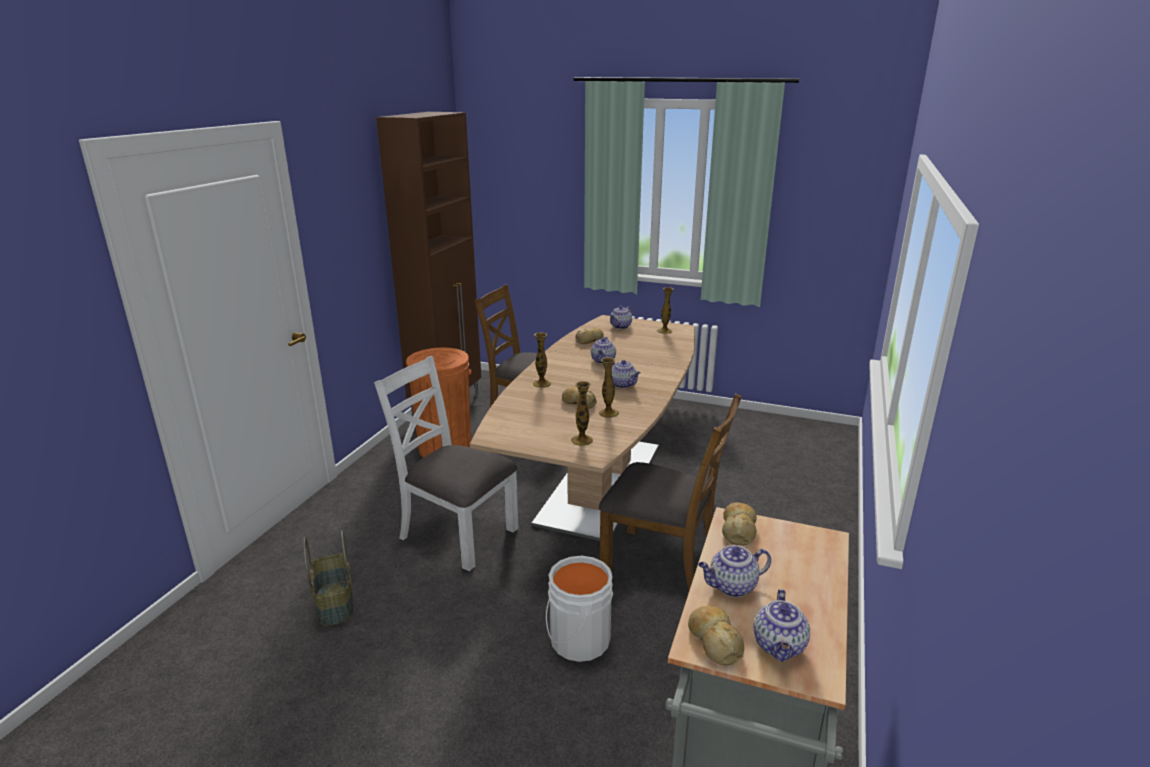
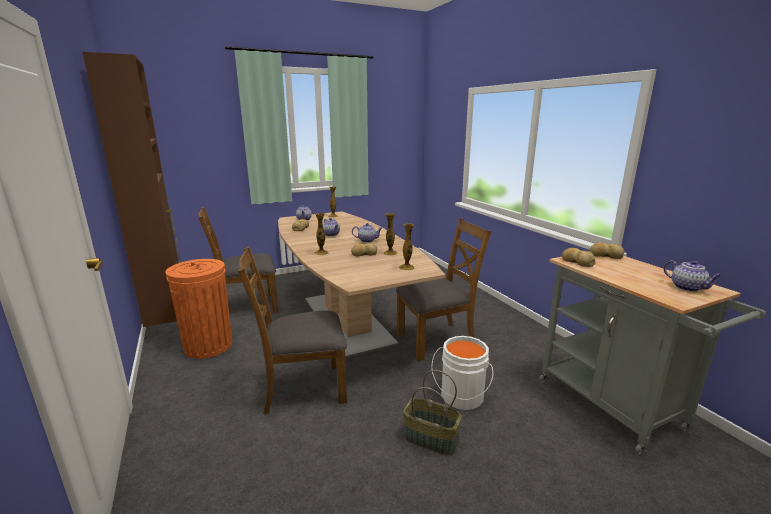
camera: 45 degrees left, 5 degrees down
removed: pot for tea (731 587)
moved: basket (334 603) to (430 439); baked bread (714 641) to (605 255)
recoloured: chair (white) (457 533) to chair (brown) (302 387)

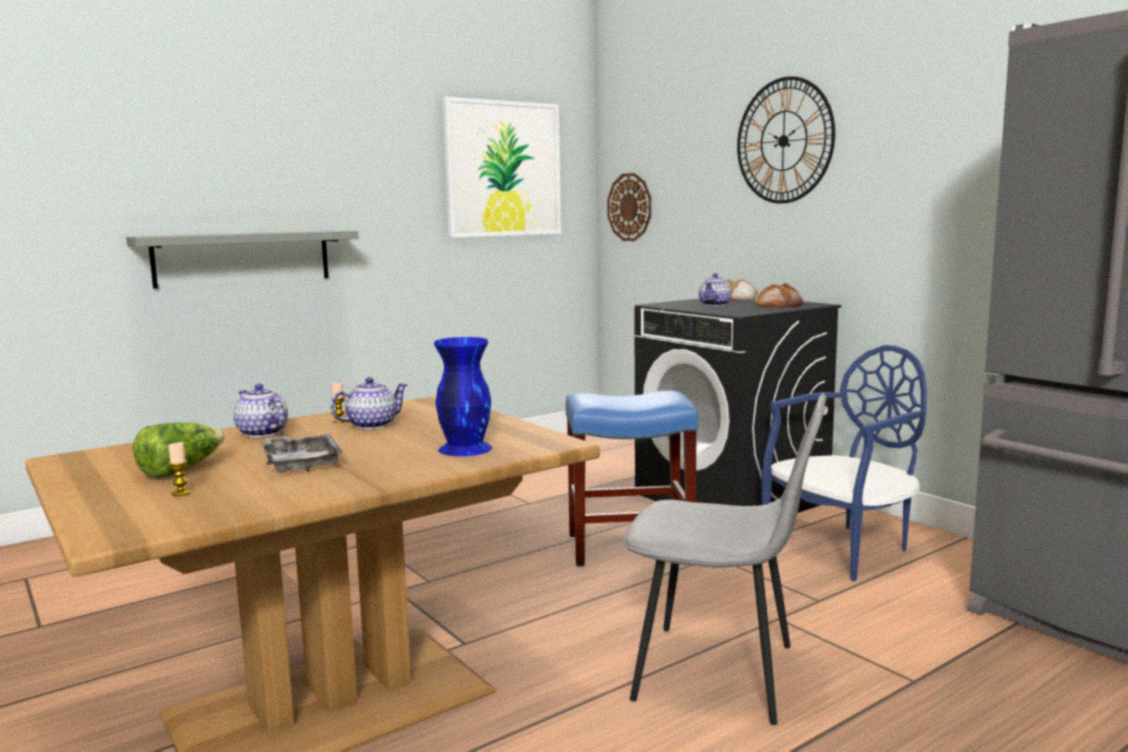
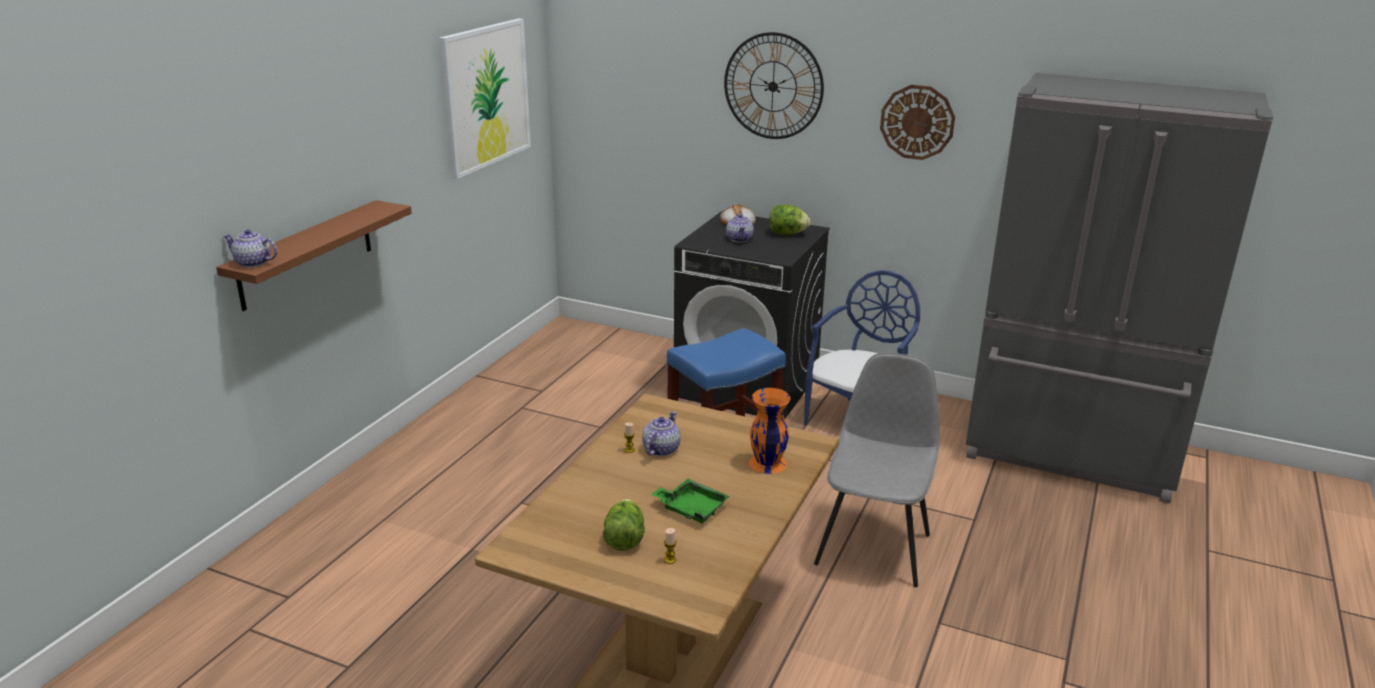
camera: 30 degrees left, 15 degrees up
moved: pot for tea (262 433) to (253 263); wall clock (629 207) to (917 122)
replaced: baked bread (778 305) to lettuce (787 234)
recoloured: shelf (greyish) (243 258) to shelf (brown) (306 254); carrying tray (greyish) (300 464) to carrying tray (greenish) (691 508); decorative vase (blue) (464 448) to decorative vase (orangey) (766 463)
turned: chair (greyish) (720 673) = (874 547) 60 degrees counterclockwise

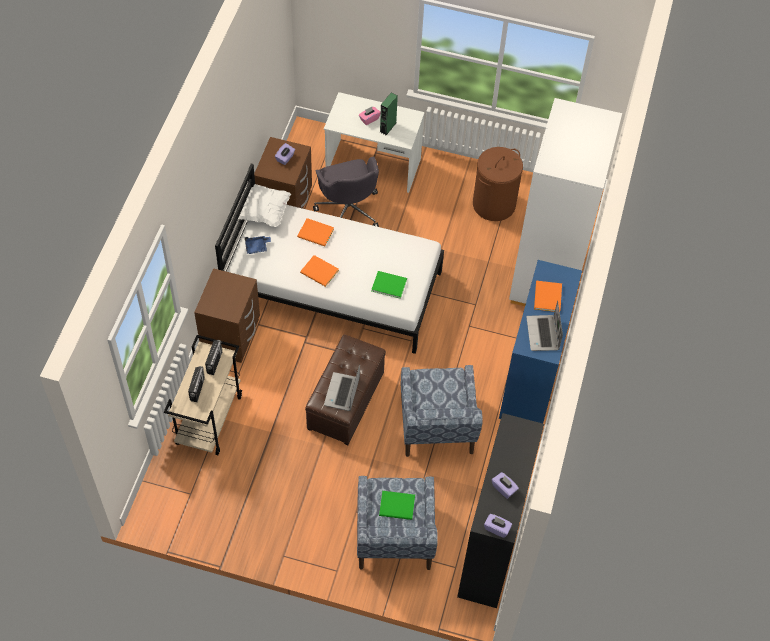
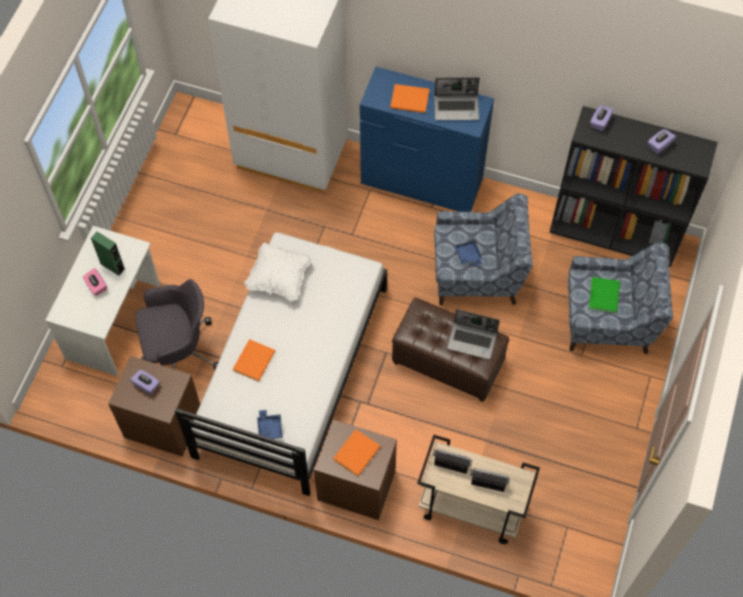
camera: 85 degrees left, 5 degrees up
removed: volume (greenish) (388 284); laundry basket (brown) (494 204)
added: carrying tray (blue) (468 255)
moved: pillow (white) (263 212) to (279 278); volume (orangey) (320 272) to (358 453); box of tissues (purplish) (497 528) to (600 122)

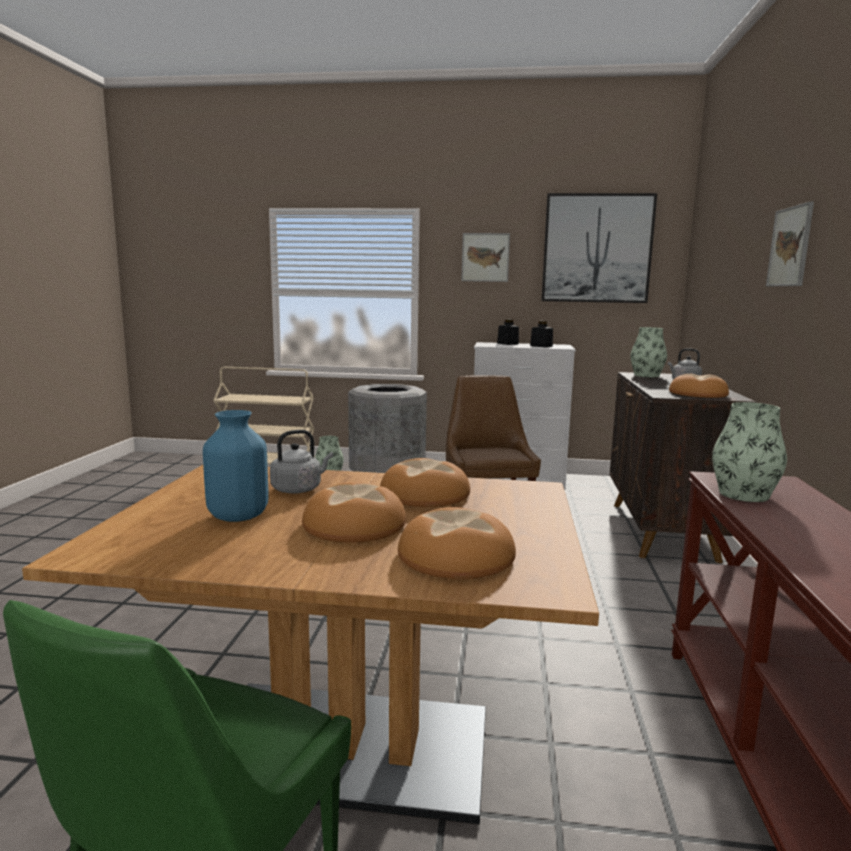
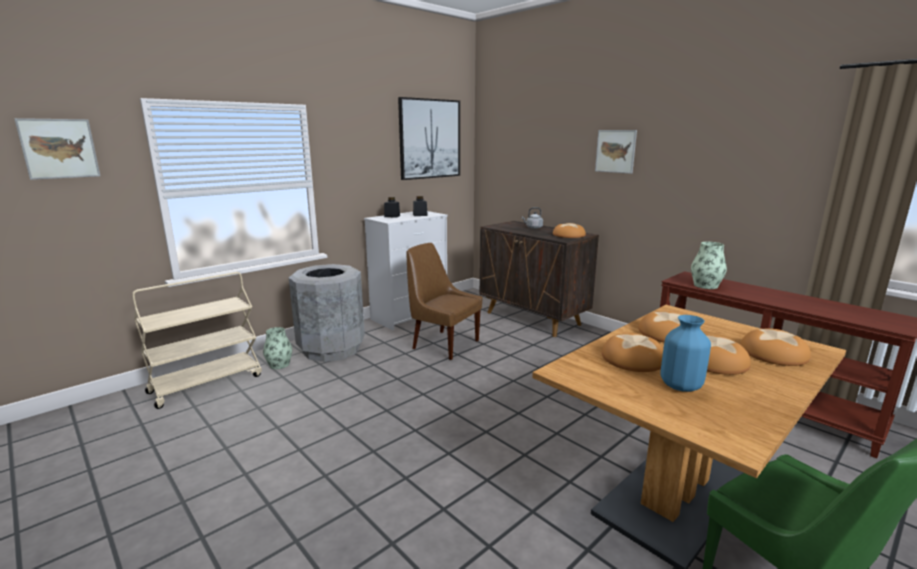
camera: 50 degrees left, 5 degrees up
removed: decorative vase (646 375)
moved: wall picture (485 257) to (59 148)
replaced: water kettle (greyish) (299 489) to baked bread (632 358)

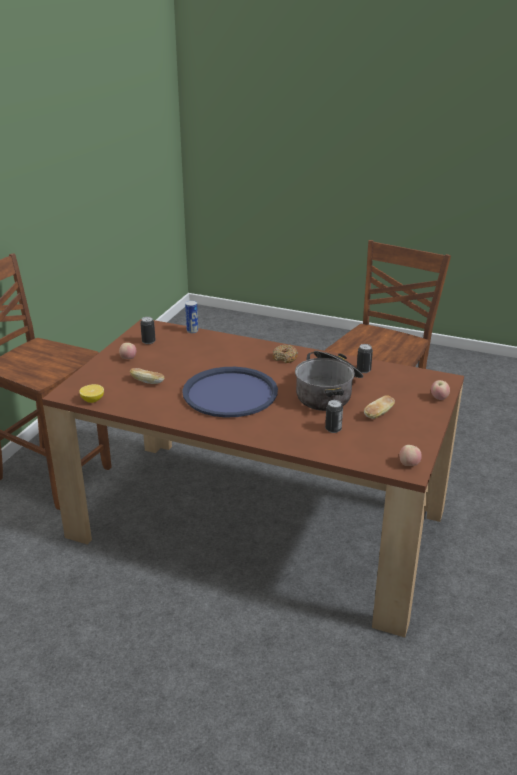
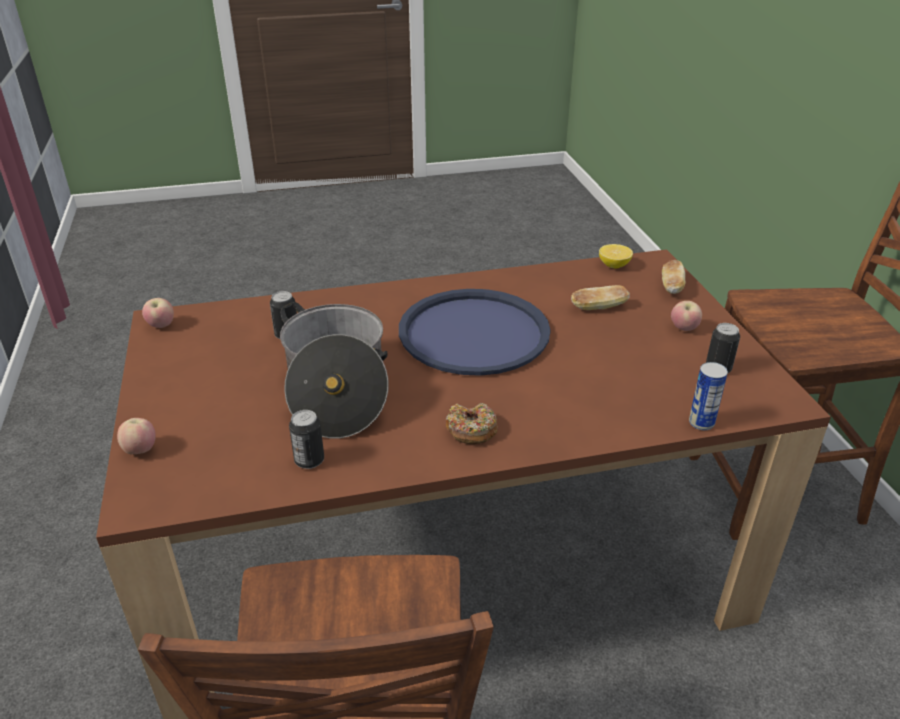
camera: 145 degrees right, 5 degrees up
moved: baked bread (378 414) to (671 286)

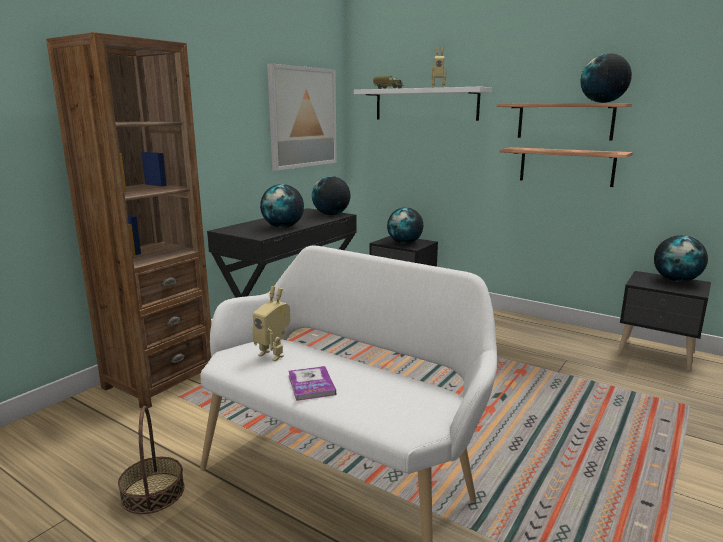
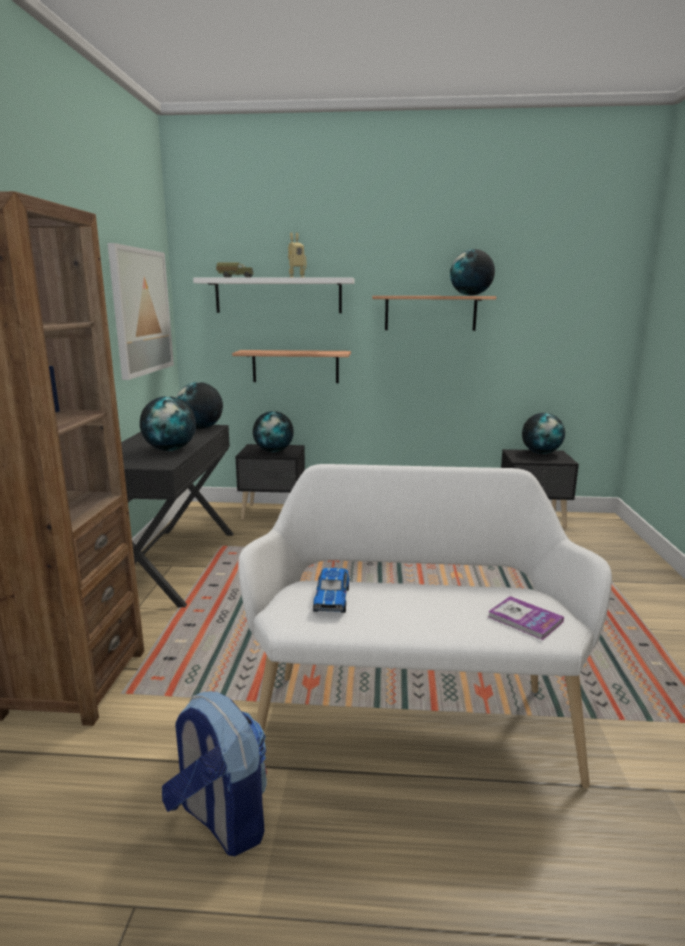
camera: 30 degrees left, 0 degrees up
moved: volume (311 384) to (525 619); shelf (566 166) to (295 366)
replaced: basket (153 492) to backpack (220 819); toy robot (274 354) to miniature car (332 598)

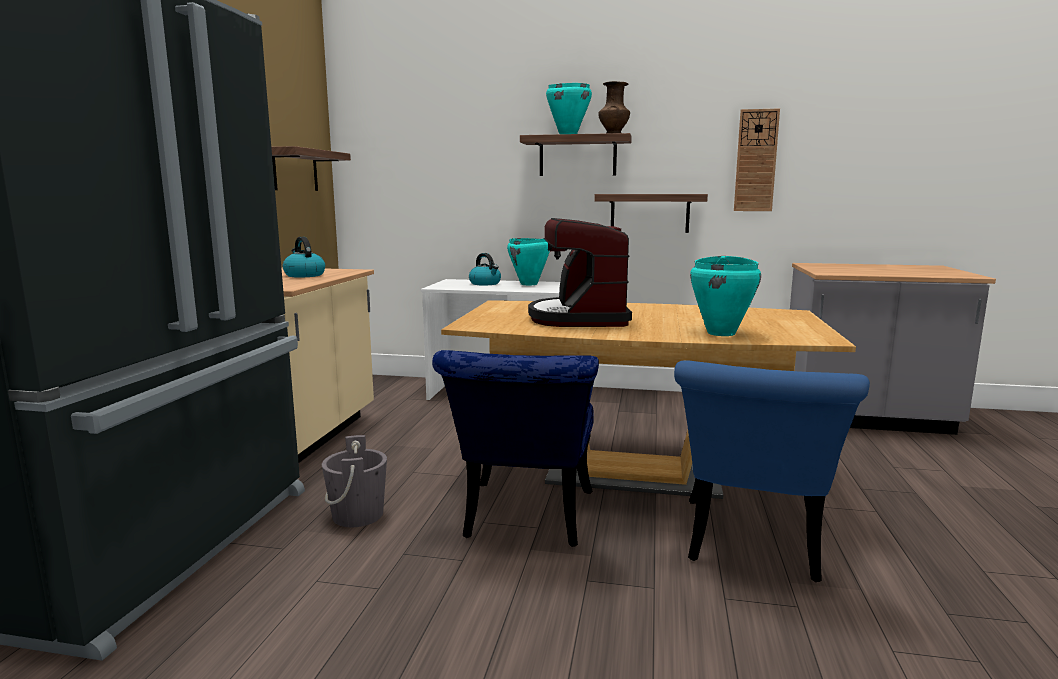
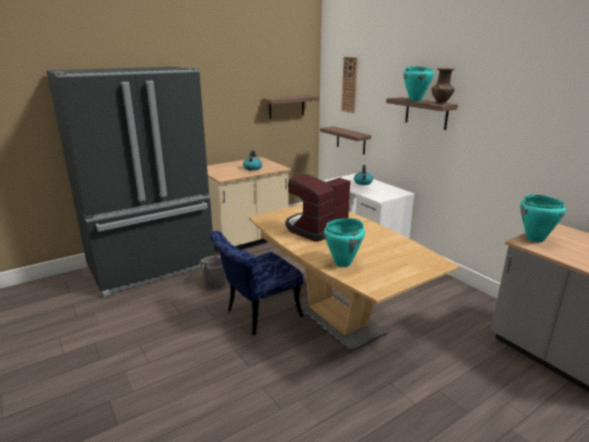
camera: 45 degrees right, 10 degrees up
removed: chair (blue) (750 546)
moved: cooking pot (blue-green) (529 284) to (535 239); shelf (649 213) to (351 140); wall clock (756 161) to (350 85)

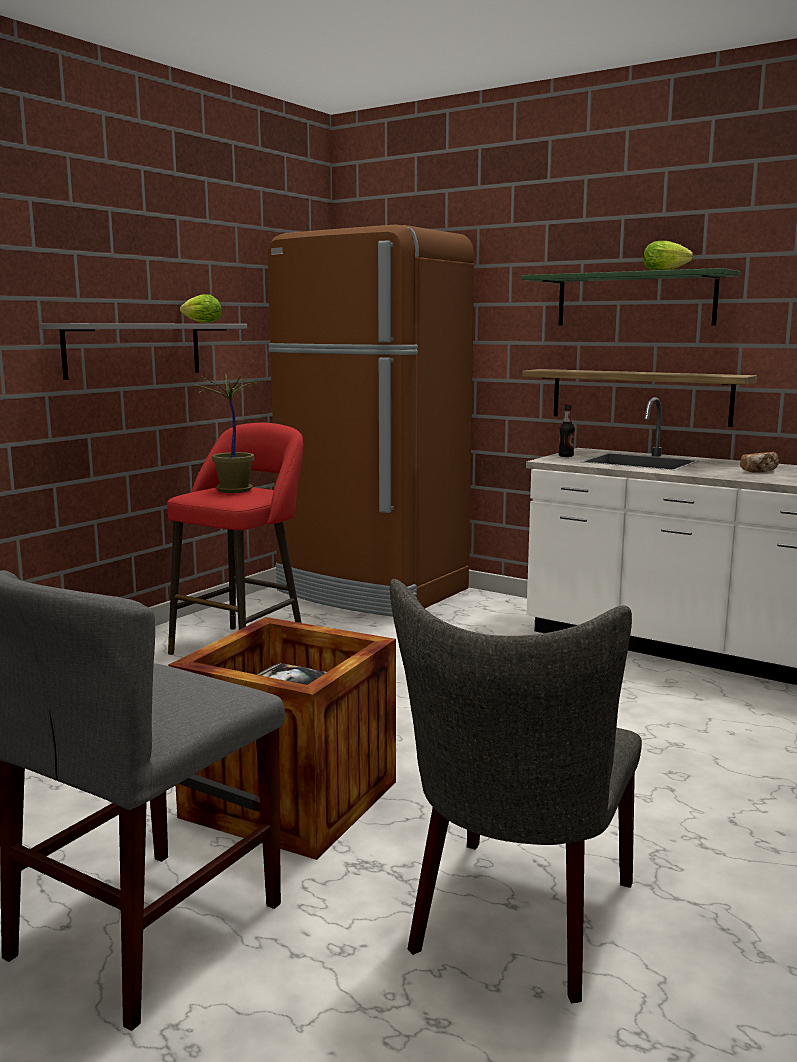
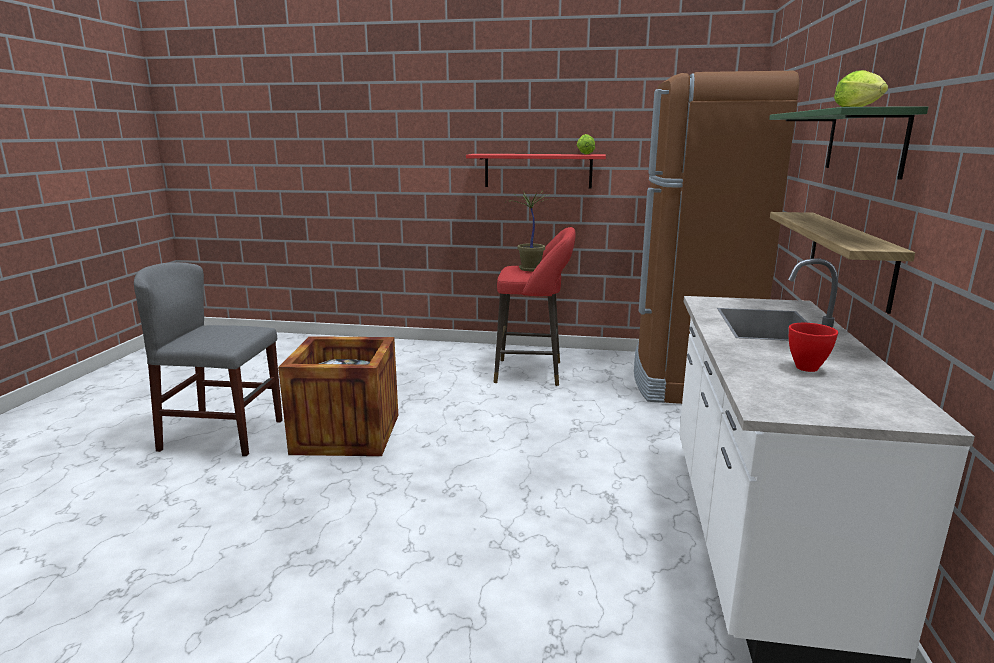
camera: 65 degrees right, 5 degrees up
removed: chair (greyish) (517 923); beverage bottle (566 456)
replaced: baked bread (759 471) to bowl (red-coloured) (805 368)
recoloured: shelf (greyish) (134 350) to shelf (red-coloured) (538 170)

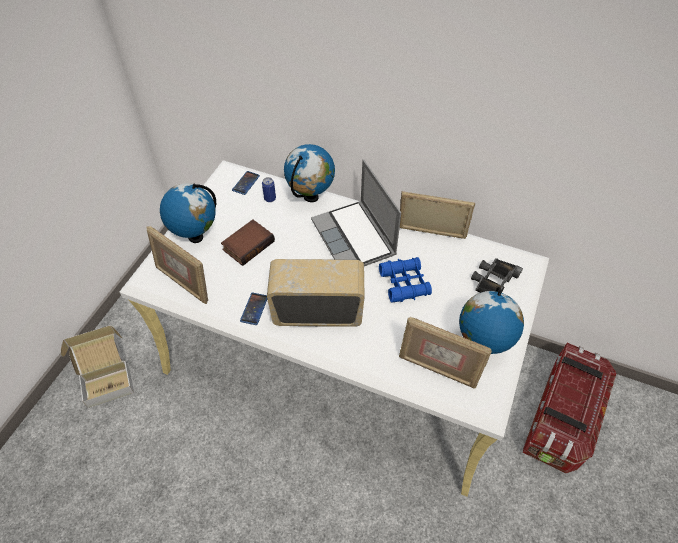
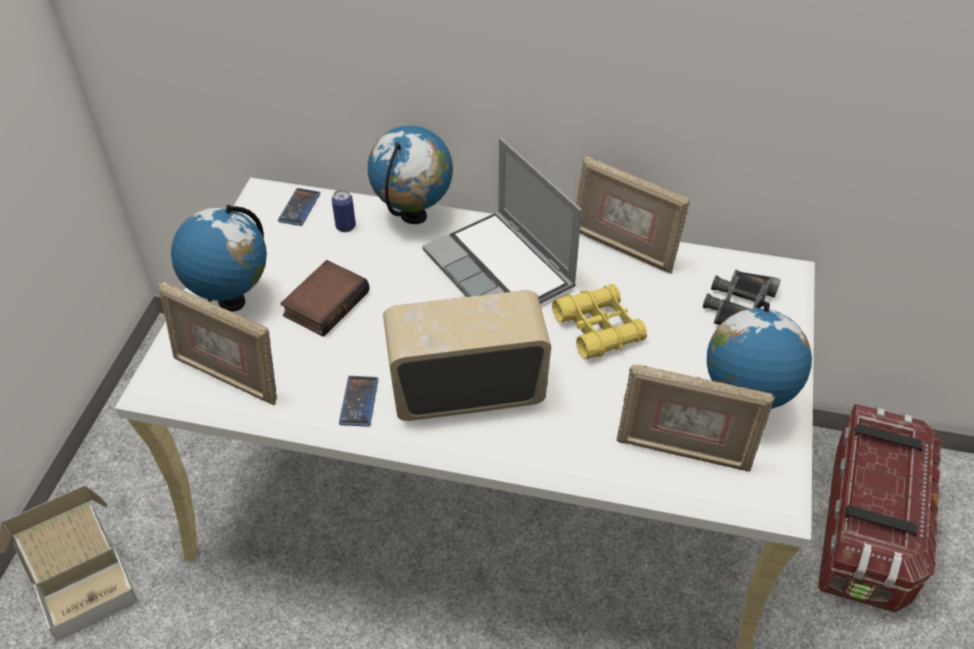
camera: 10 degrees left, 5 degrees down
recoloured: binoculars (blue) (404 283) to binoculars (yellow) (598 328)
turned: photo frame (431 234) = (623 248) 150 degrees counterclockwise

